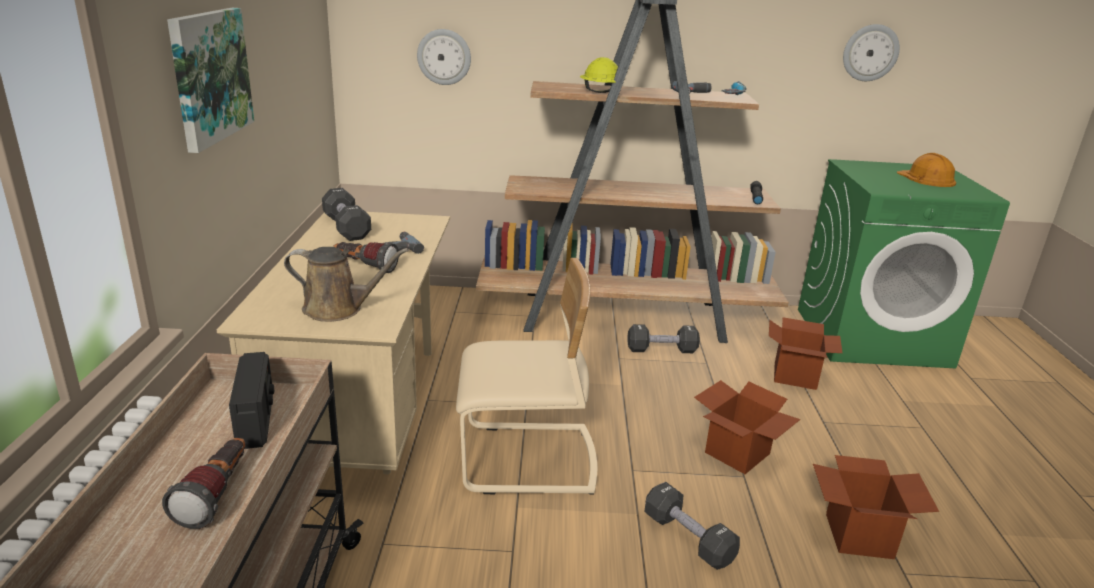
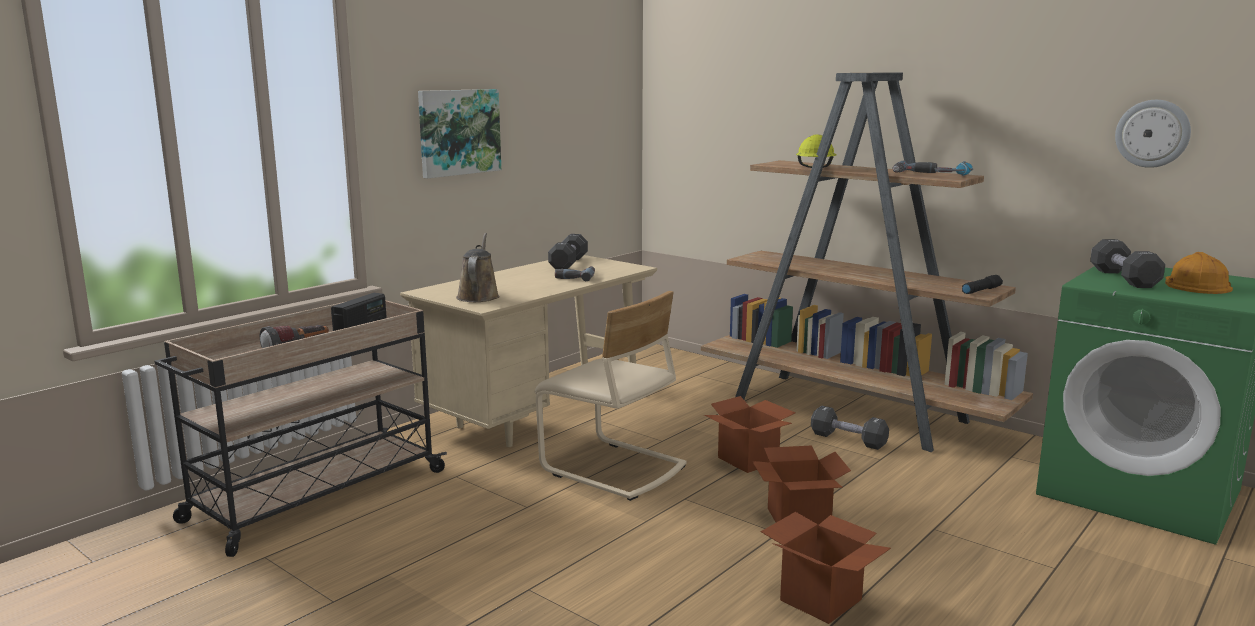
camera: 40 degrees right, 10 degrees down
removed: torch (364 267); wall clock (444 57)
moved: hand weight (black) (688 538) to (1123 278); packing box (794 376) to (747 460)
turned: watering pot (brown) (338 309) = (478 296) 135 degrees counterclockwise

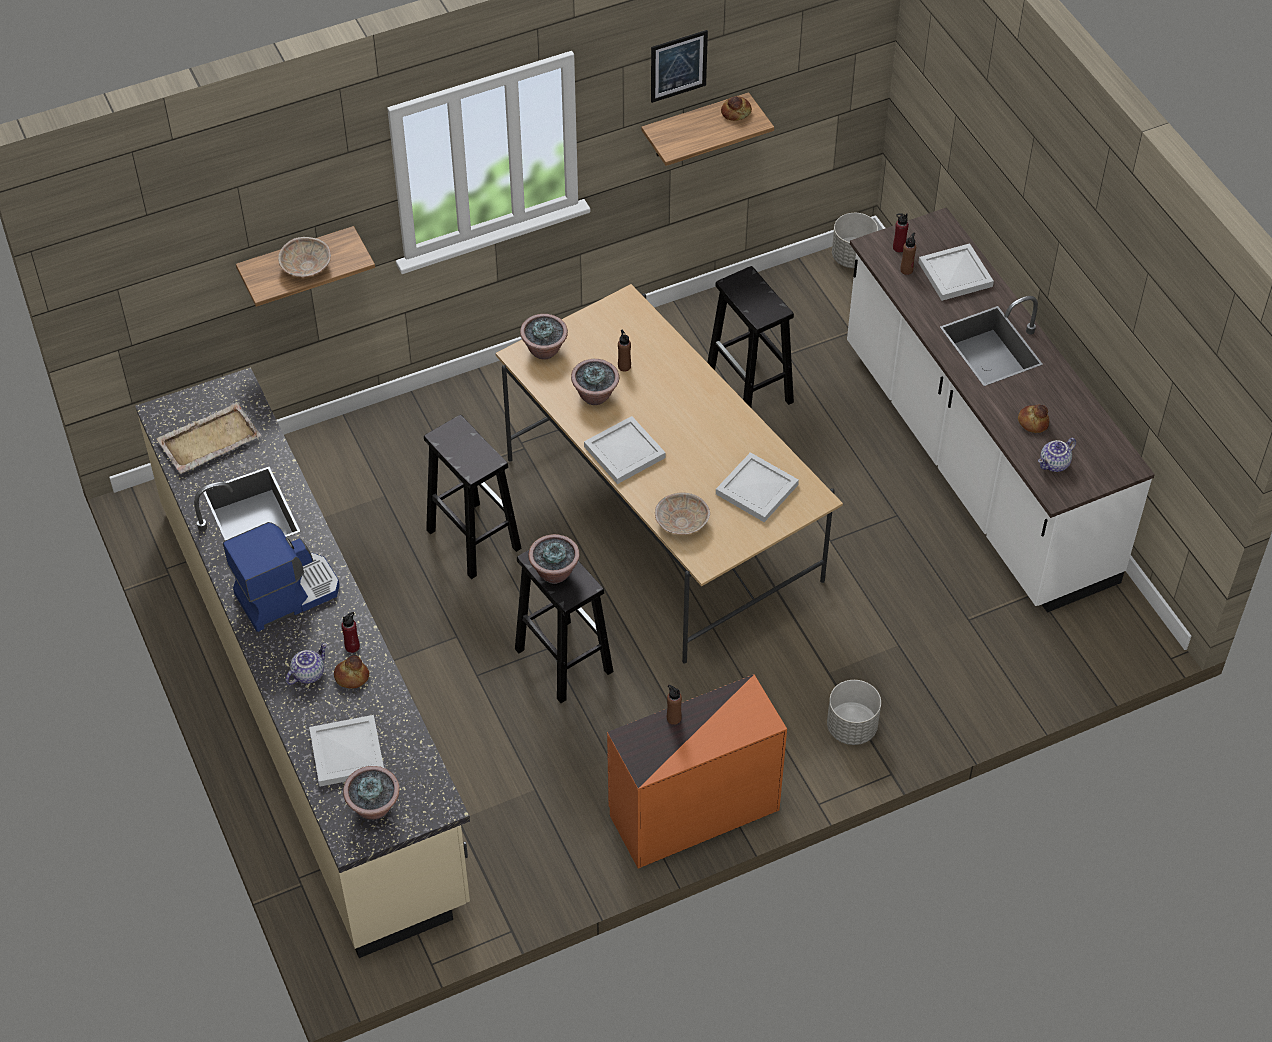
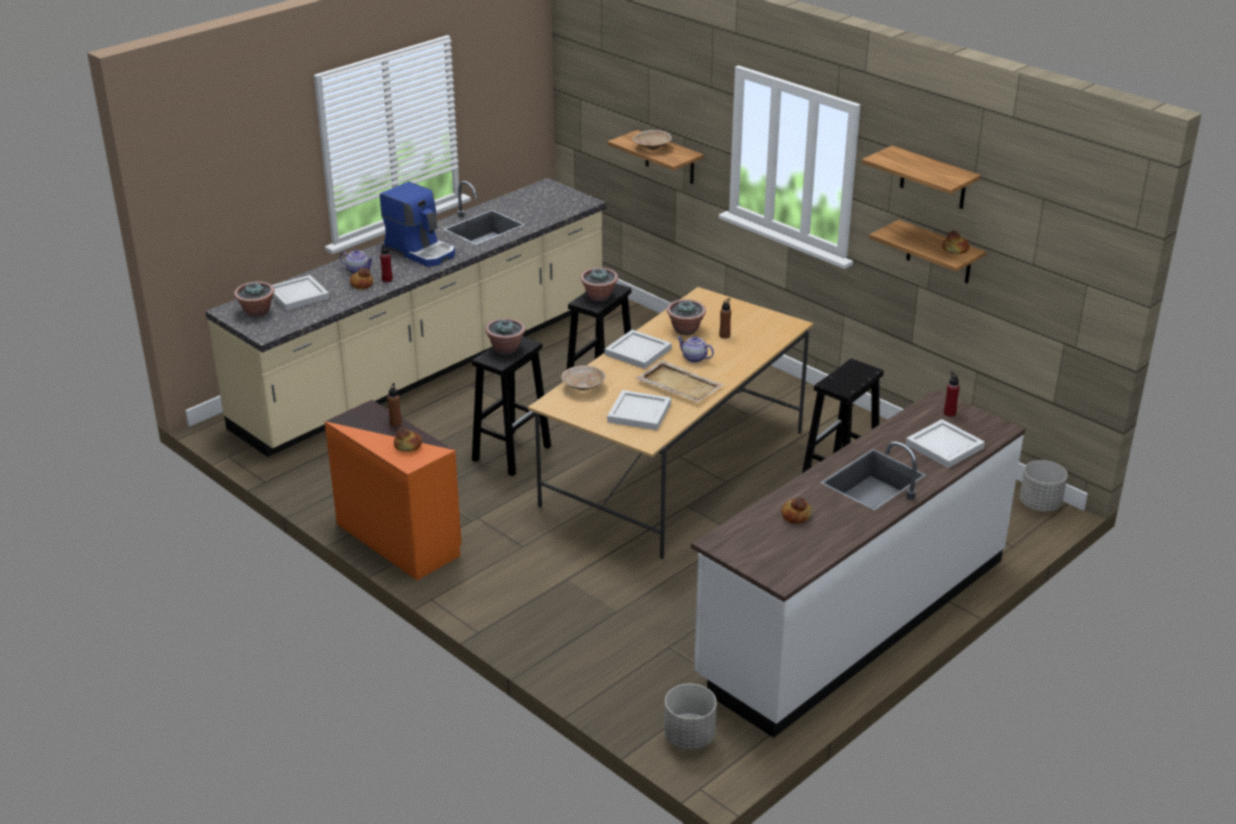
camera: 70 degrees right, 20 degrees down
removed: beverage bottle (brown) (906 270)
added: baked bread (408 446)
moved: carrying tray (beige-coloured) (208 440) to (679 384); houseplant (544 350) to (599 297); planter (greyish) (851 728) to (689 737); pot for tea (1054 464) to (694 358)
replaced: wall picture (678 66) to shelf (933 178)

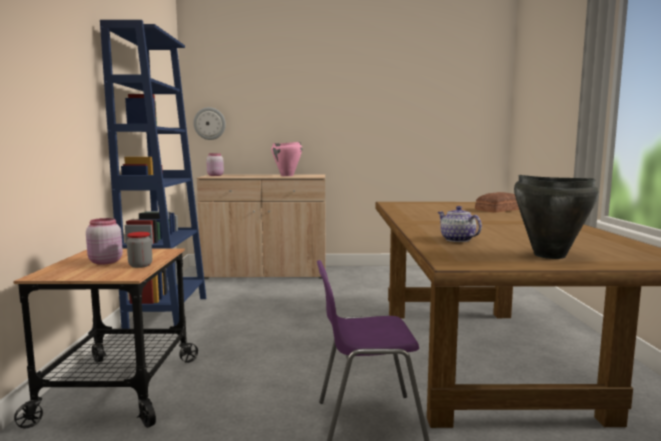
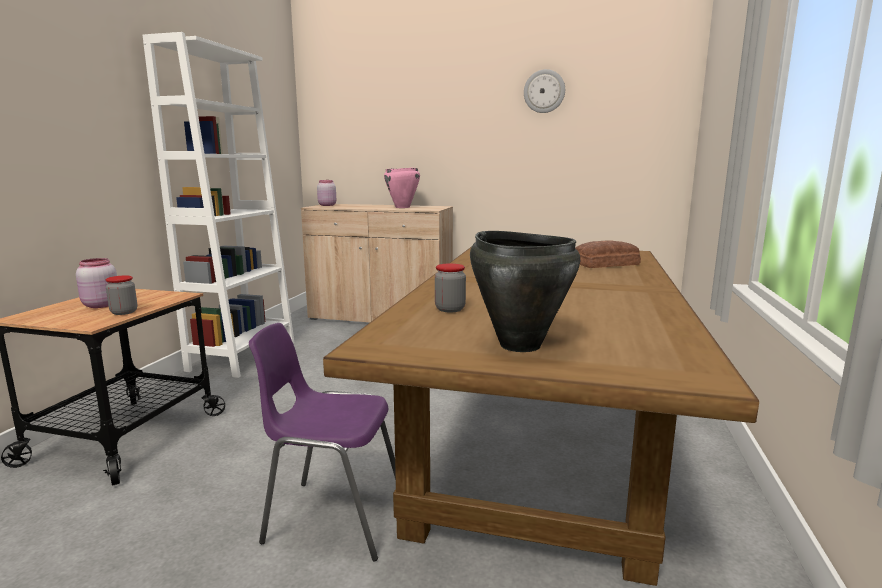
camera: 15 degrees right, 5 degrees up
moved: wall clock (209 123) to (544 91)
replaced: pot for tea (456 240) to preserve jar (450 309)
recoloured: shelving unit (blue) (167 312) to shelving unit (white) (243 356)

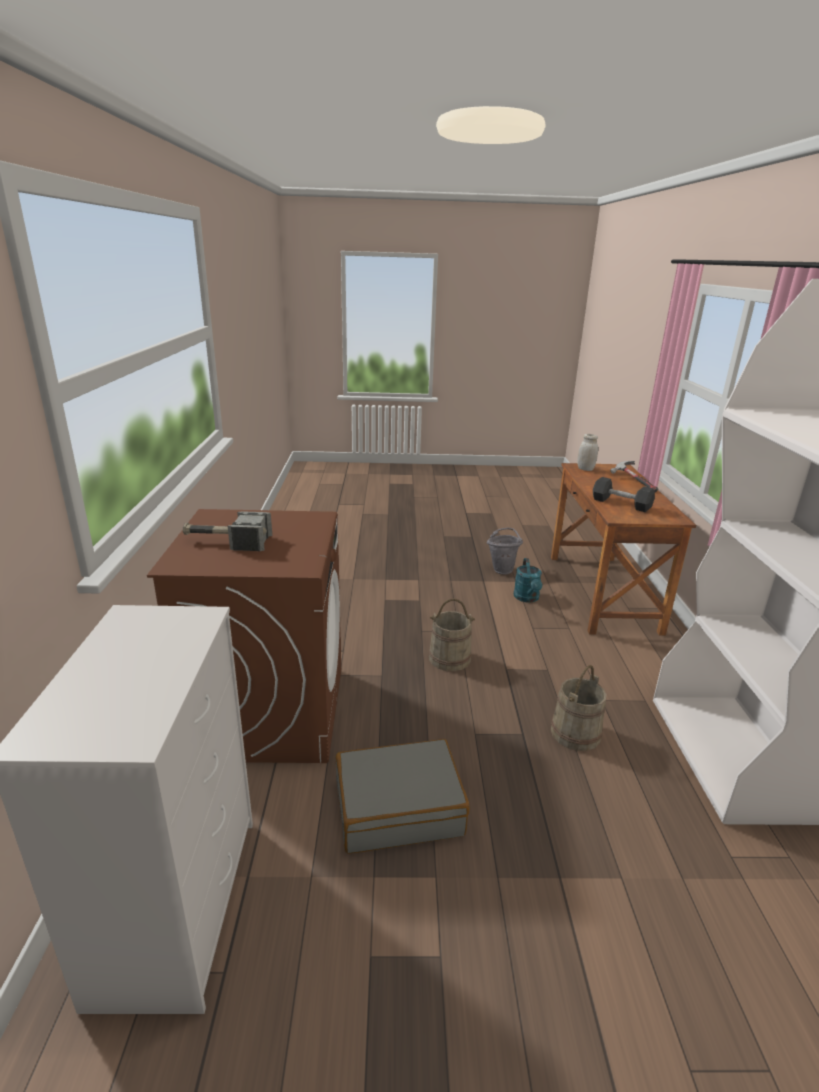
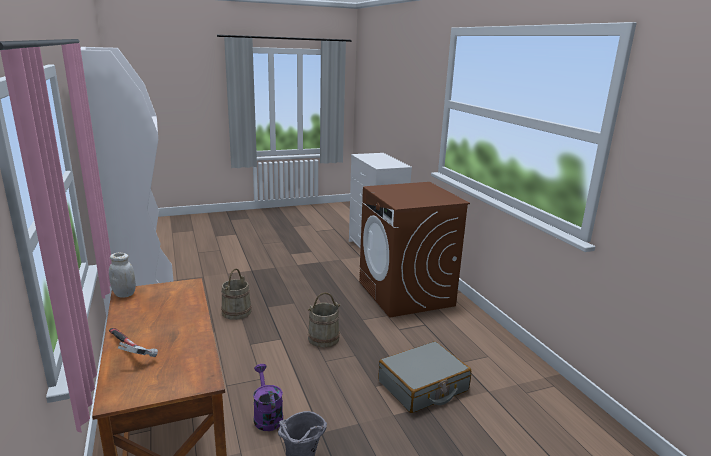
camera: 160 degrees right, 5 degrees down
removed: tool hammer (227 542); hand weight (black) (621 504)
moved: travel case (greyish) (398 807) to (423 386); preserve jar (white) (585 469) to (124 294)
recoloured: watering pot (blue-green) (527 598) to watering pot (purplish) (267 415)

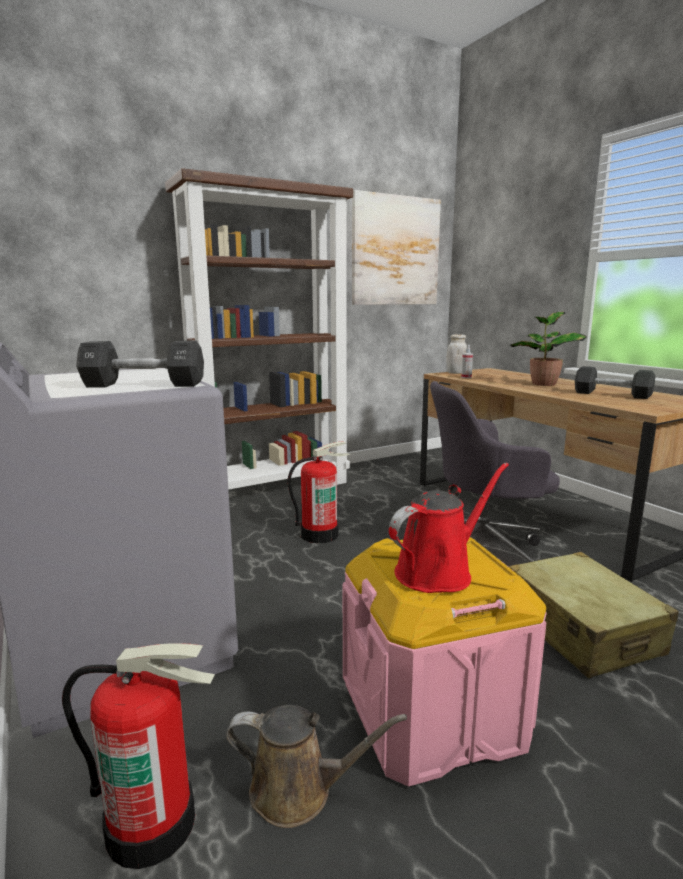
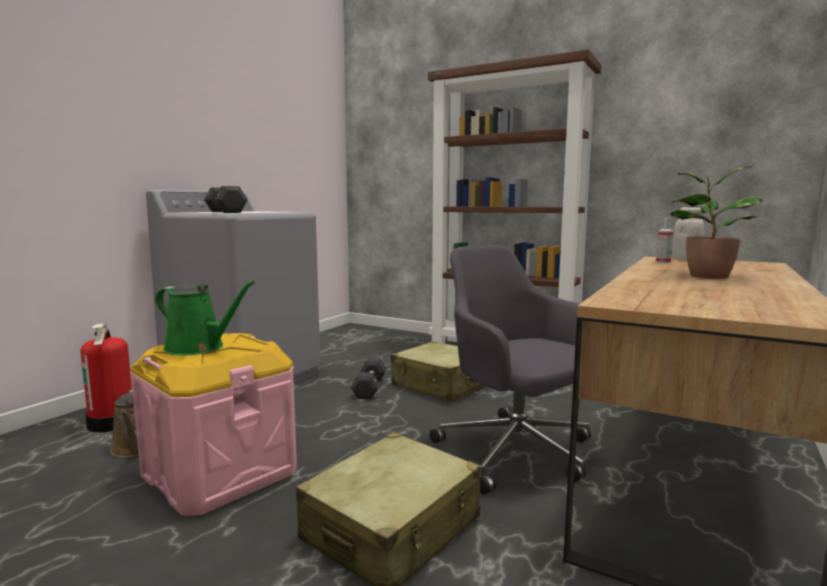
camera: 60 degrees right, 5 degrees down
removed: wall picture (395 251)
moved: hand weight (black) (612 394) to (369 388)
replaced: fire-fighting cylinder (319 534) to travel case (beige-coloured) (442 385)
recoloured: watering pot (red-coloured) (439 571) to watering pot (greenish) (199 348)

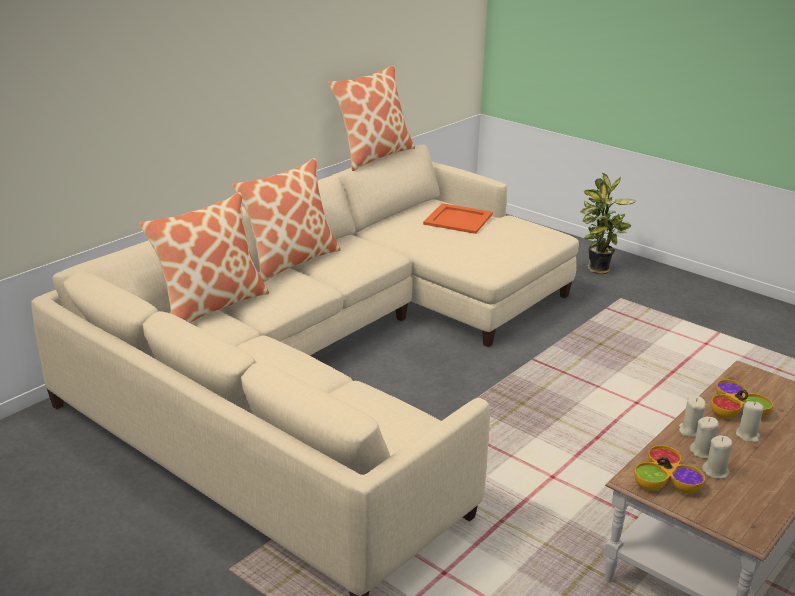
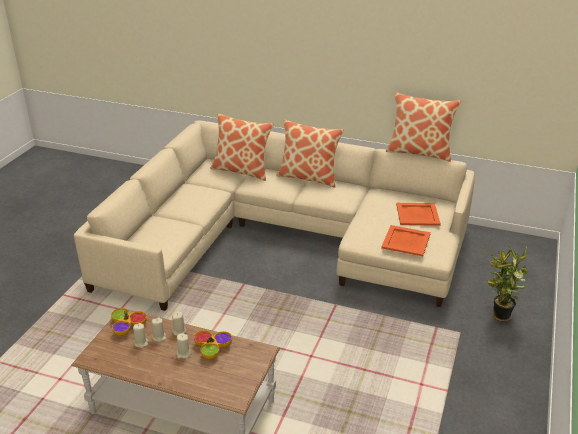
camera: 70 degrees right, 5 degrees up
added: carrying tray (orangey) (405 241)

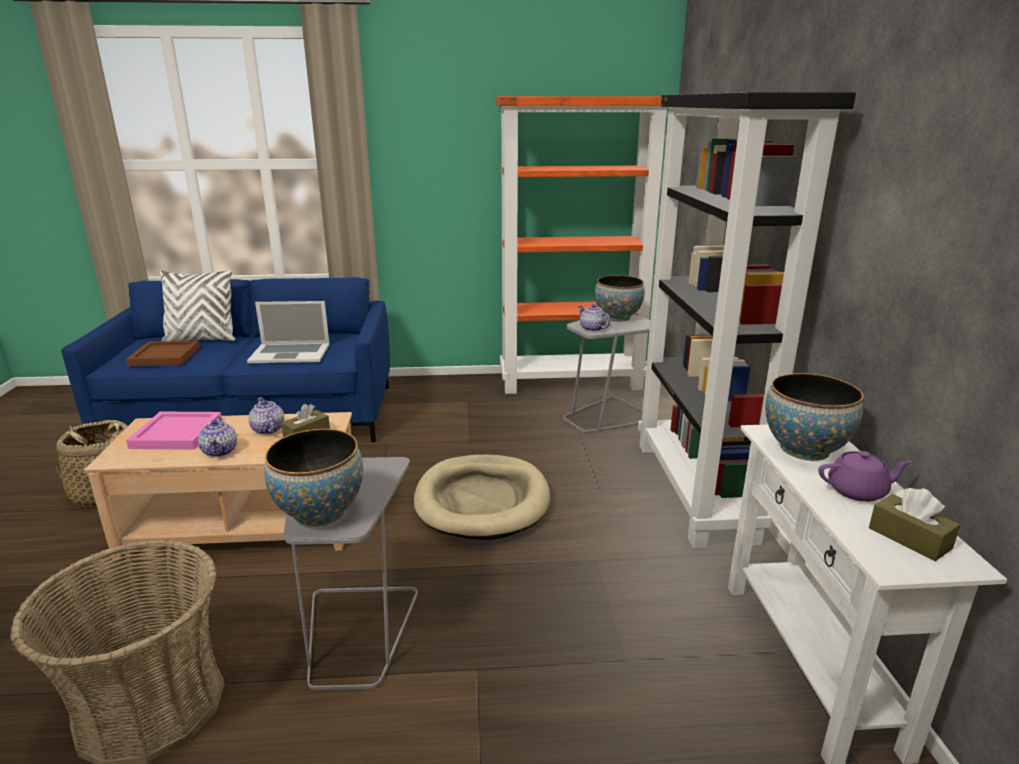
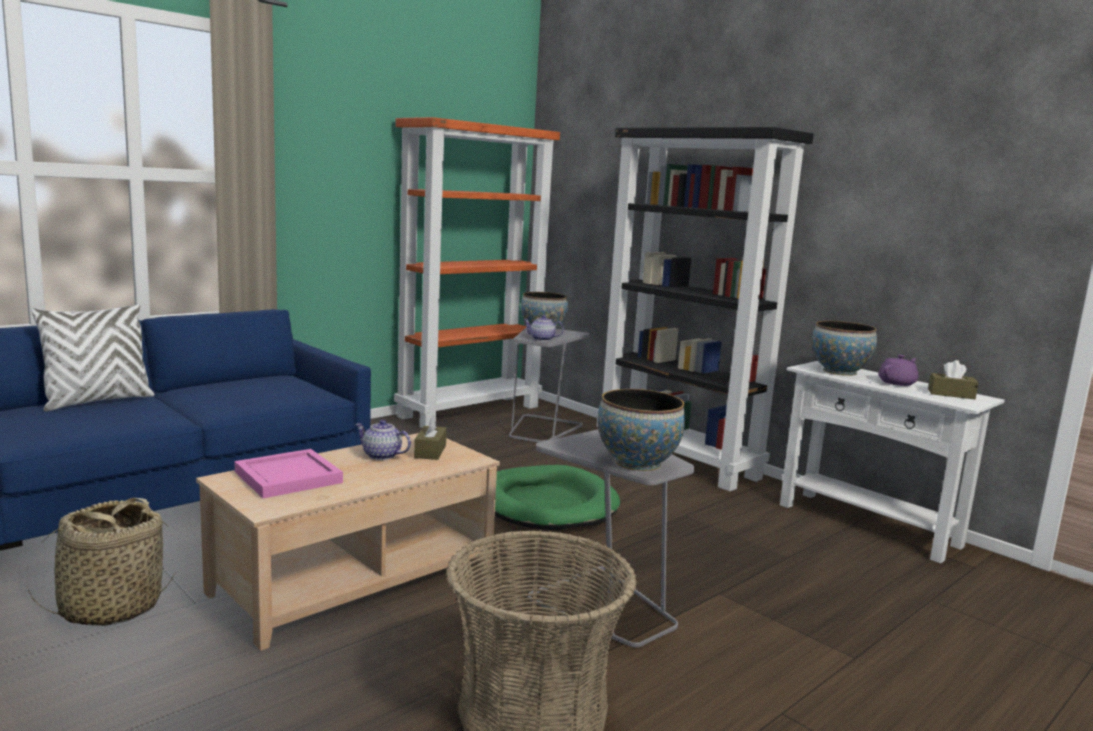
camera: 40 degrees left, 10 degrees down
removed: carrying tray (brown) (164 356); pot for tea (220 451); notebook computer (290 353)
recoloured: dog cushion (beige-coloured) (482 501) to dog cushion (greenish) (546 504)

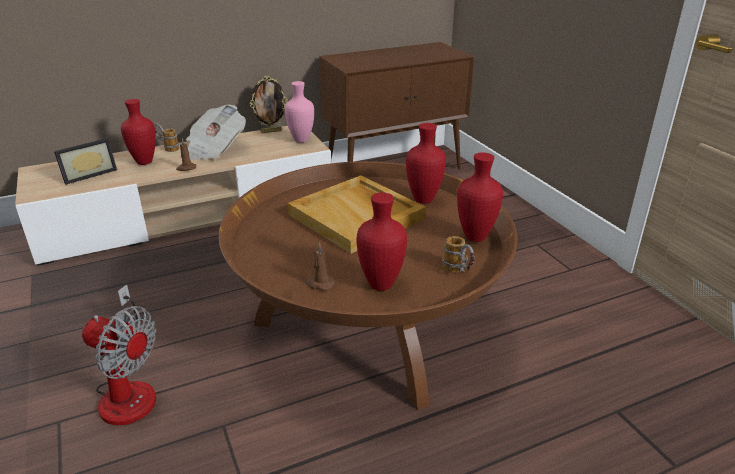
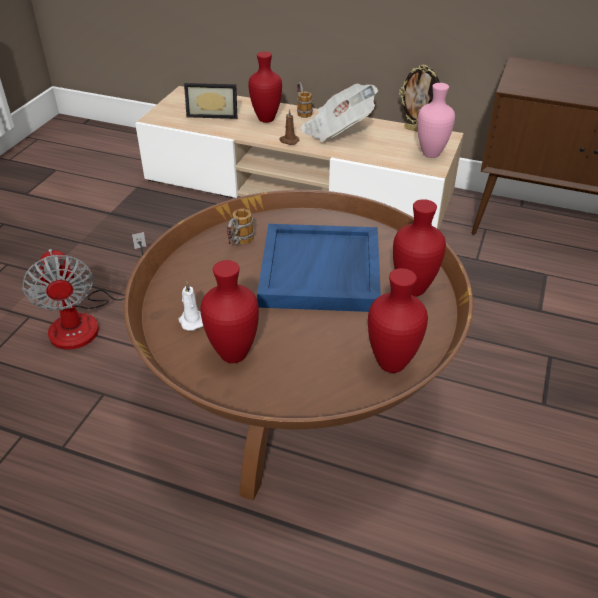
camera: 45 degrees right, 10 degrees up
moved: coffee mug (459 272) to (239 244)
recoloured: carrying tray (beige-coloured) (357 217) to carrying tray (blue) (321 272); wax light (brown) (319 284) to wax light (white) (191 320)

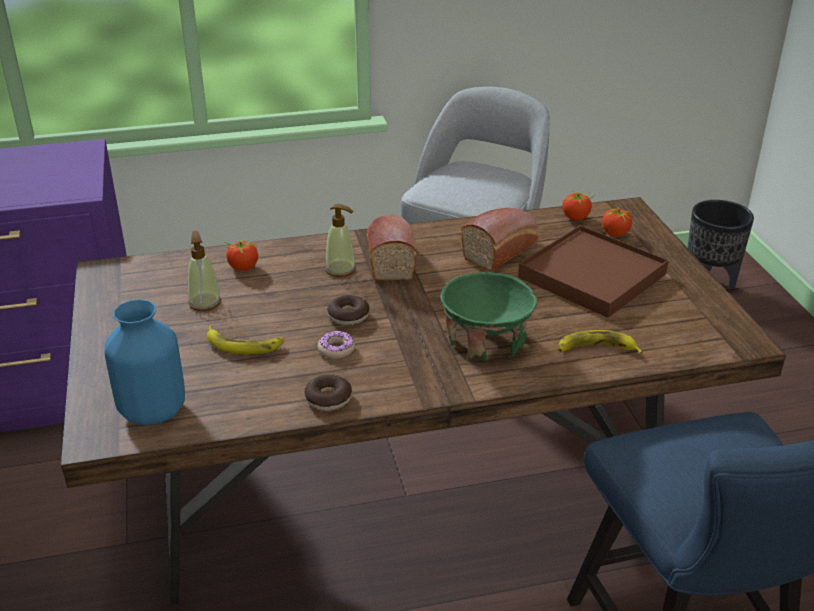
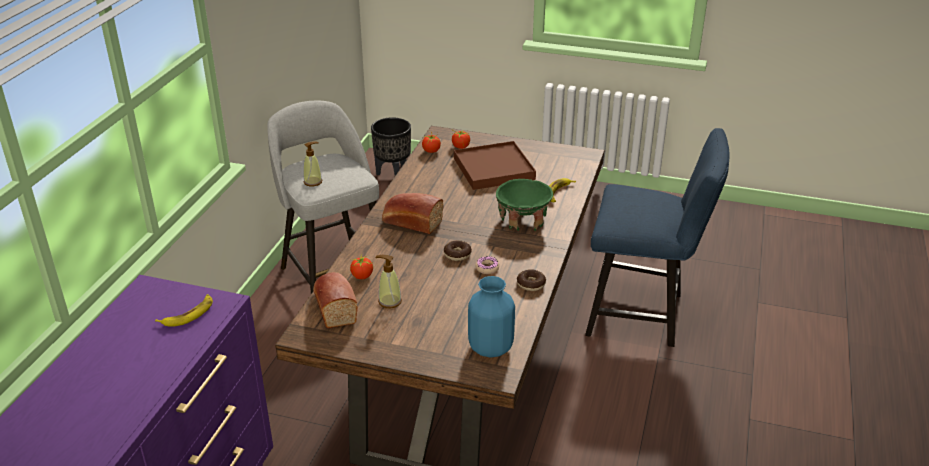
camera: 60 degrees left, 0 degrees up
moved: banana (244 345) to (188 314); soap dispenser (340 269) to (313 182); baked bread (502 250) to (334 307)

